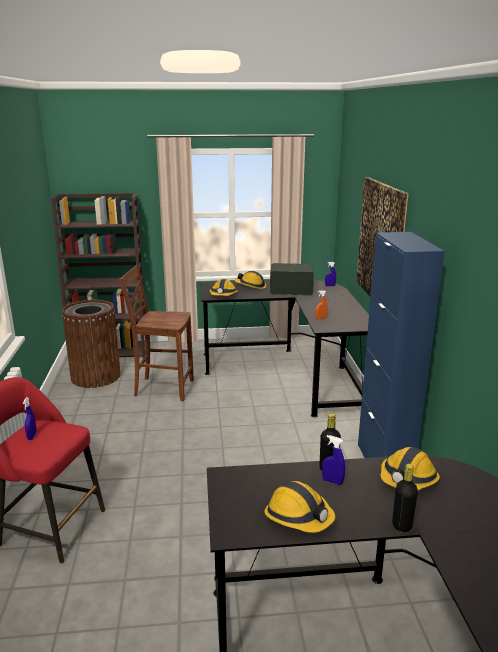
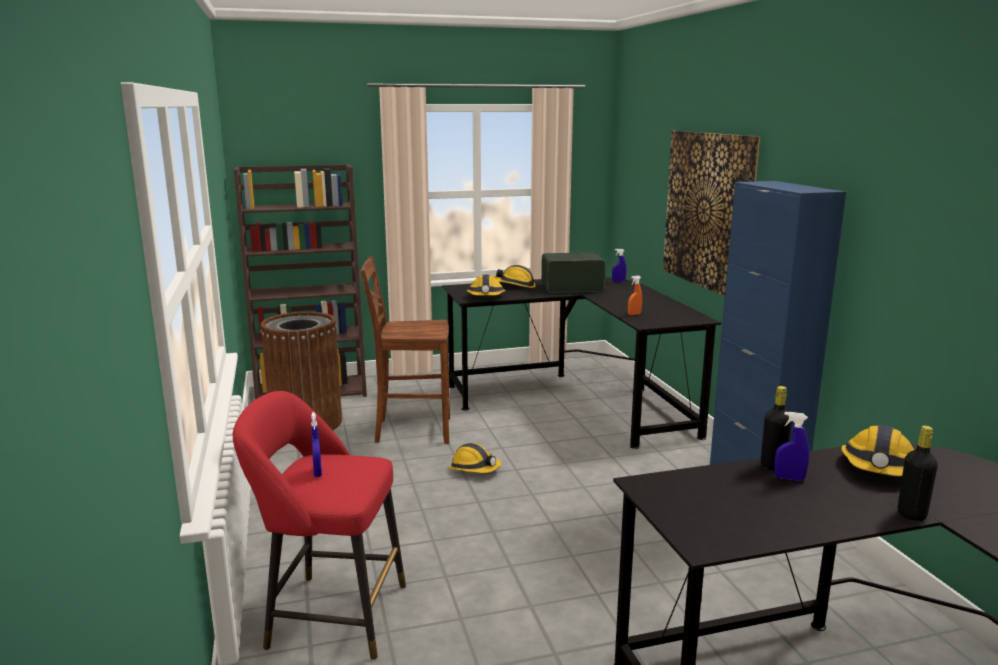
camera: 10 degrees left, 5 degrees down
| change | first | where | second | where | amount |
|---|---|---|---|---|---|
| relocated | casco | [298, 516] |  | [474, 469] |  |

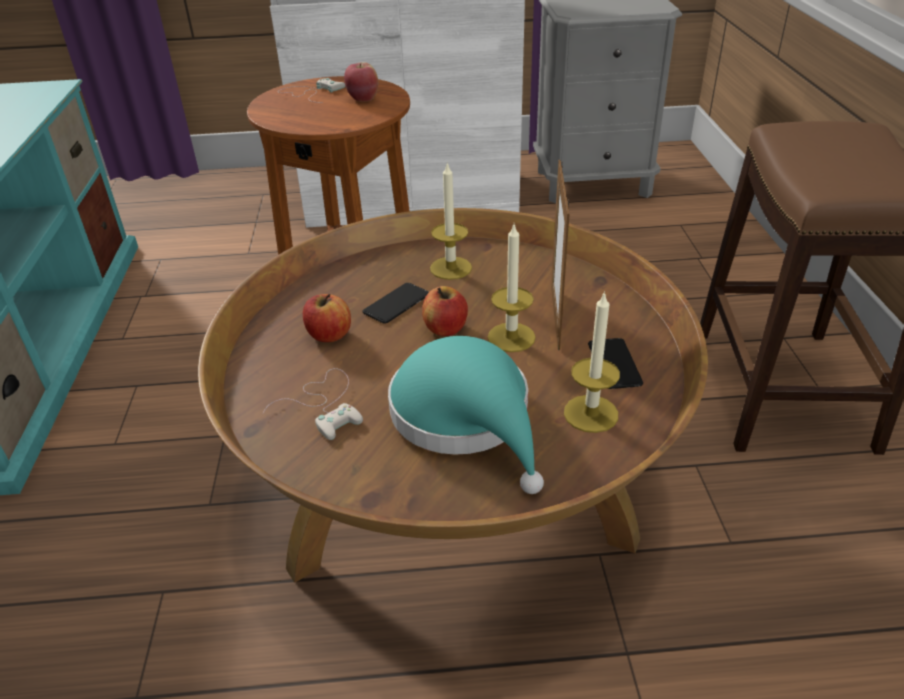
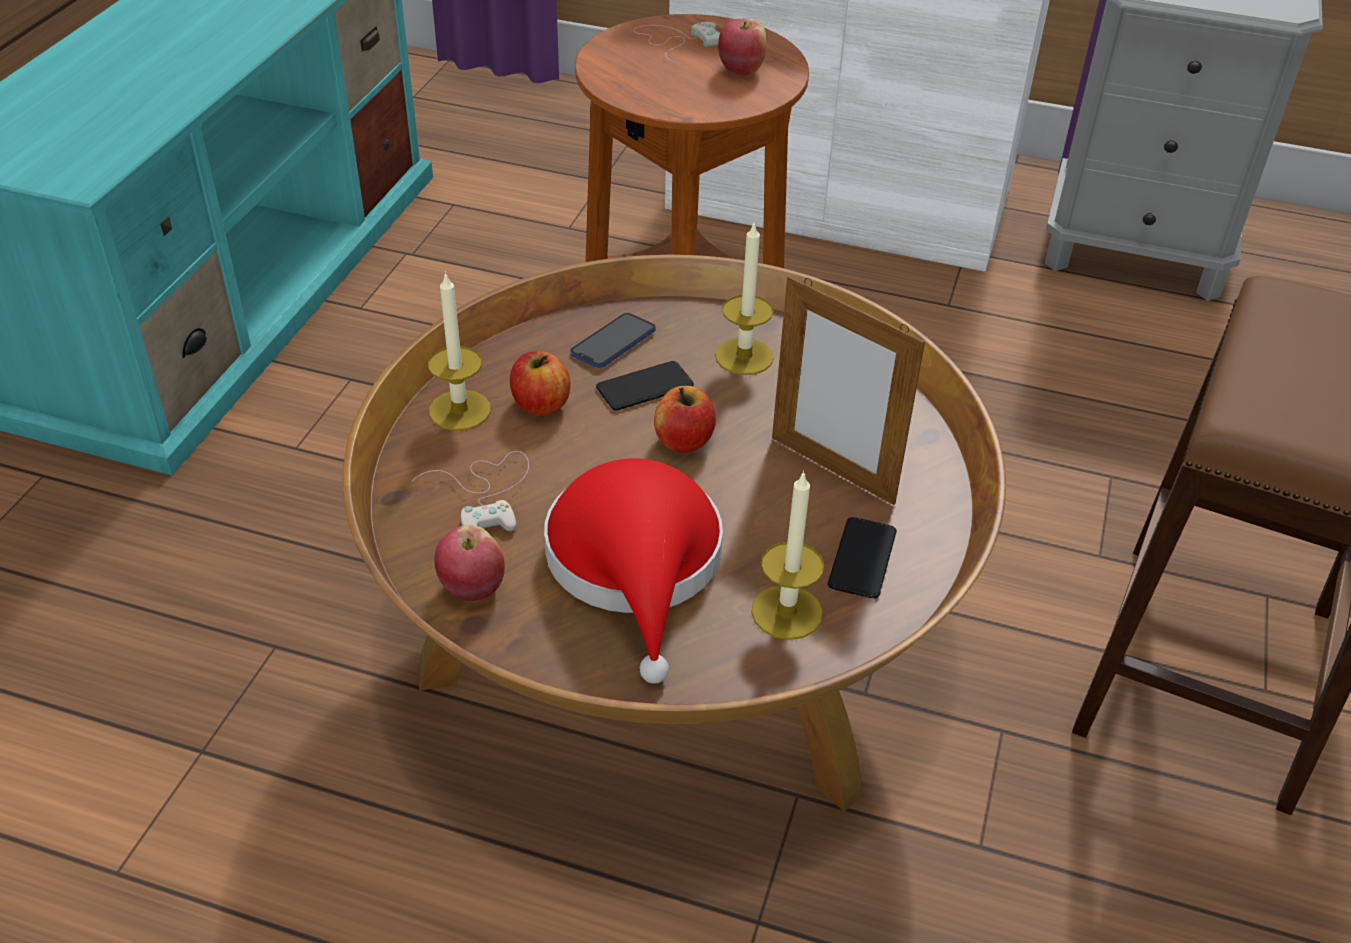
camera: 20 degrees right, 5 degrees up
| change | first | where | second | where | amount |
|---|---|---|---|---|---|
| relocated | vela | [511, 337] |  | [460, 410] |  |
| appeared |  |  | manzana | [472, 588] |  |
| colour | sombrero/turquesa | [467, 417] | sombrero/rojo | [636, 565] |  |
| appeared |  |  | móvil | [613, 343] |  |
| spun | portarretratos | [555, 317] |  | [832, 470] | 75 degrees counterclockwise |

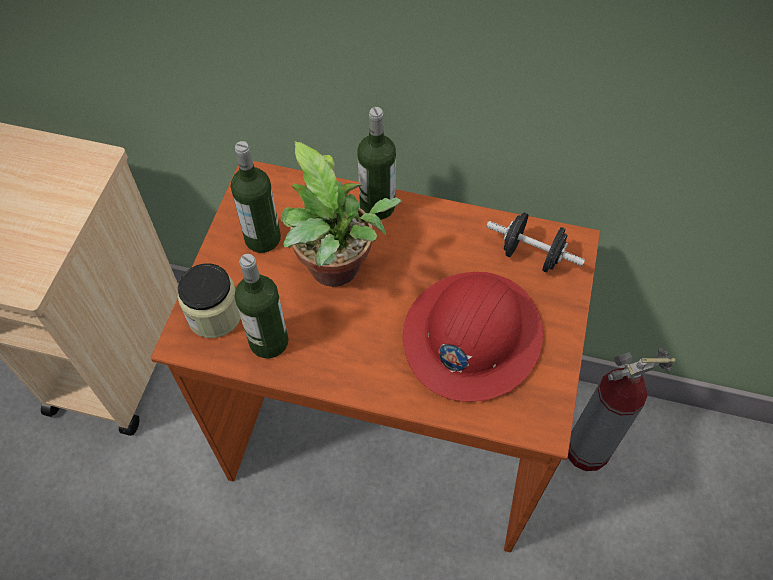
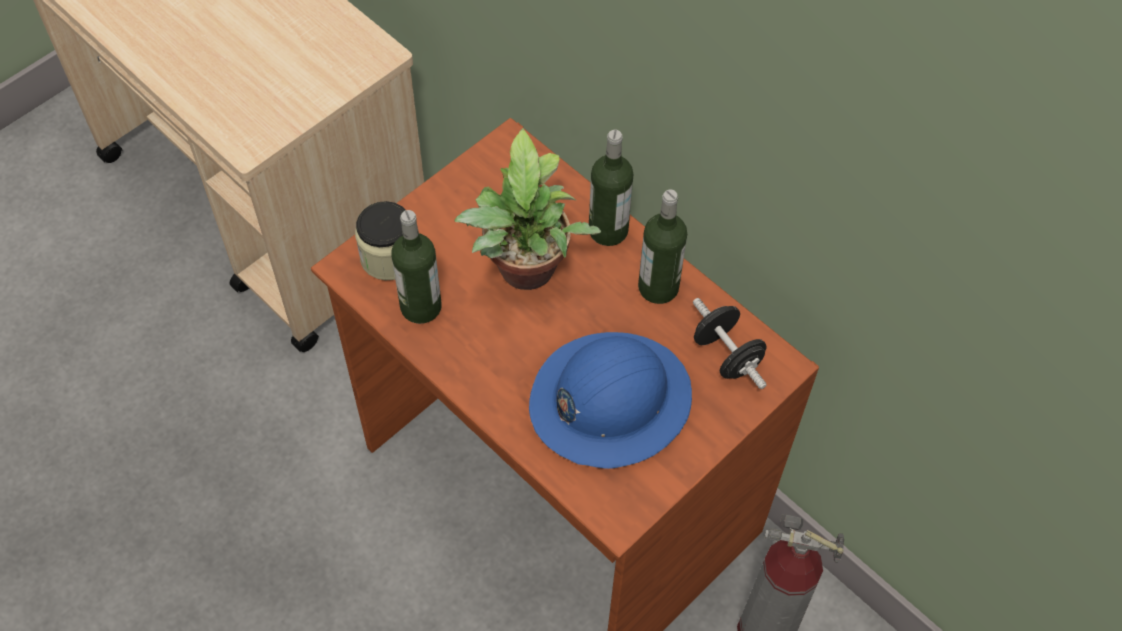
camera: 30 degrees right, 0 degrees up
| change | first | where | second | where | amount |
|---|---|---|---|---|---|
| colour | casco/rojo | [471, 336] | casco/azul | [609, 400] |  |
| relocated | botella | [262, 238] |  | [658, 287] |  |

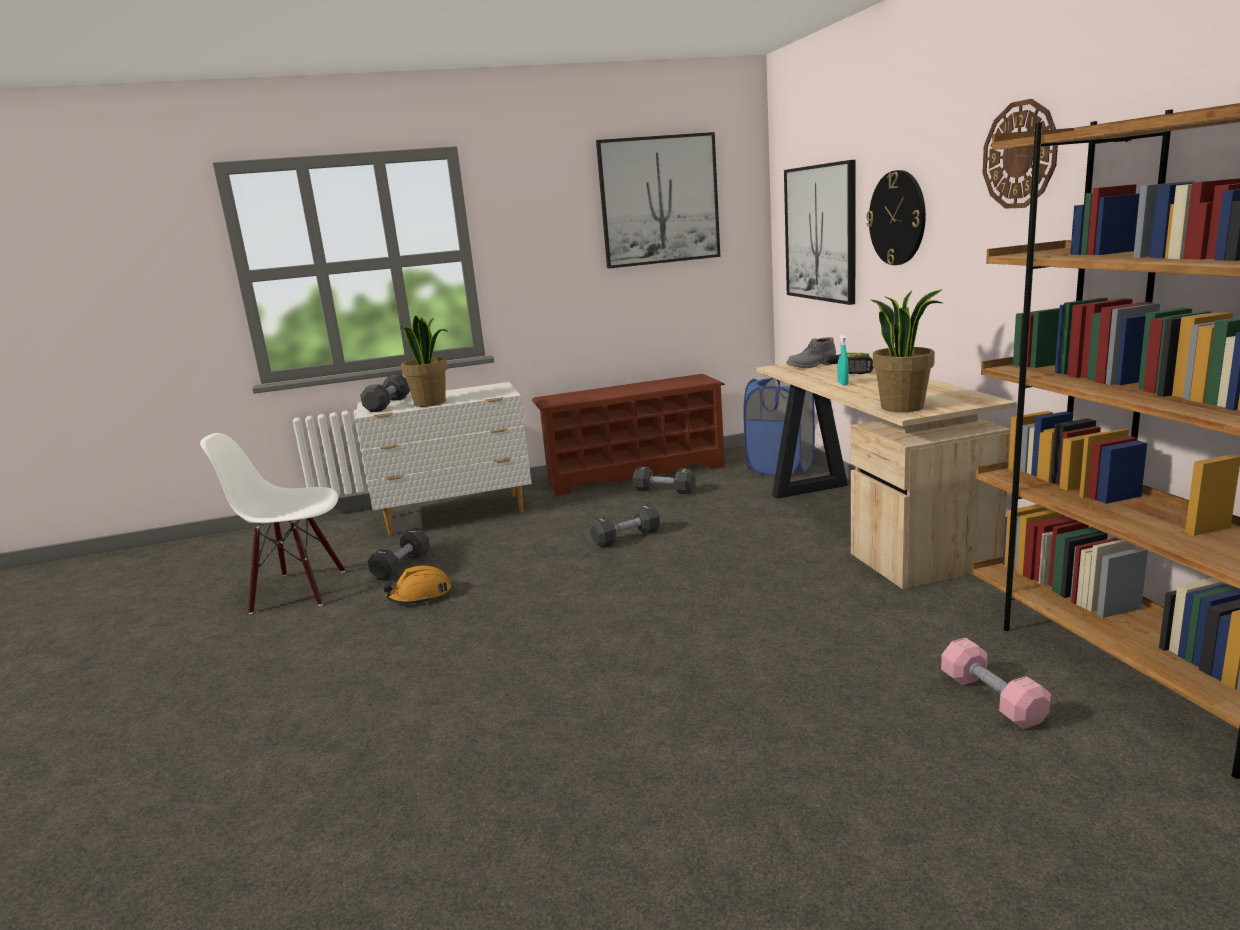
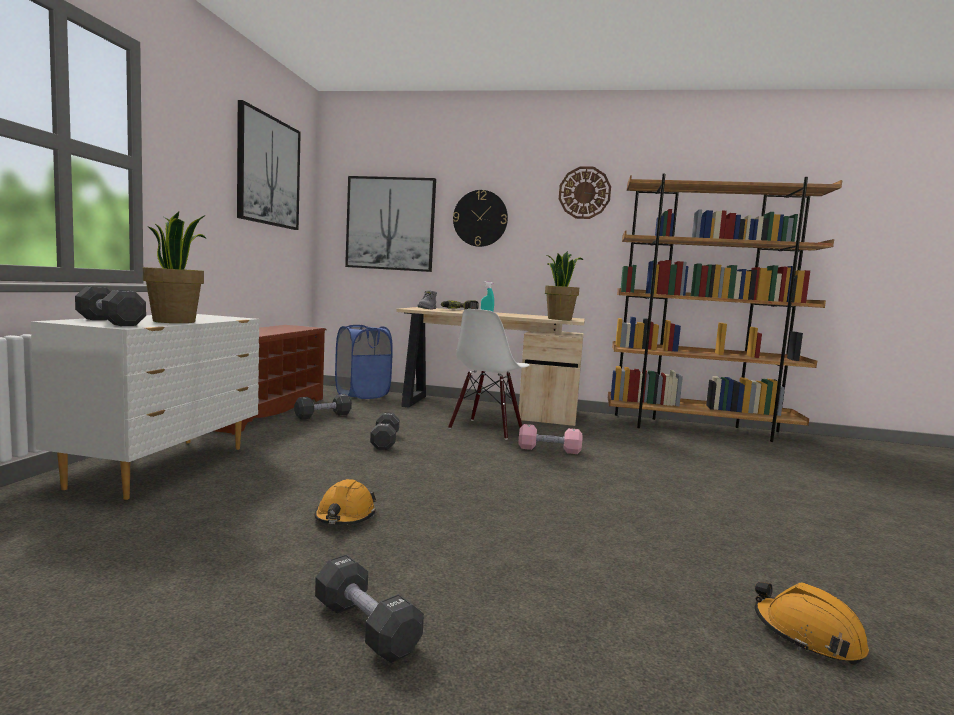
camera: 65 degrees left, 10 degrees down
| change | first | where | second | where | amount |
|---|---|---|---|---|---|
| relocated | mancuerna/negro | [402, 566] |  | [365, 627] |  |
| relocated | silla/blanco | [299, 590] |  | [486, 429] |  |
| relocated | mancuerna/rosa | [992, 699] |  | [549, 450] |  |
| appeared |  |  | casco/naranja | [807, 636] |  |

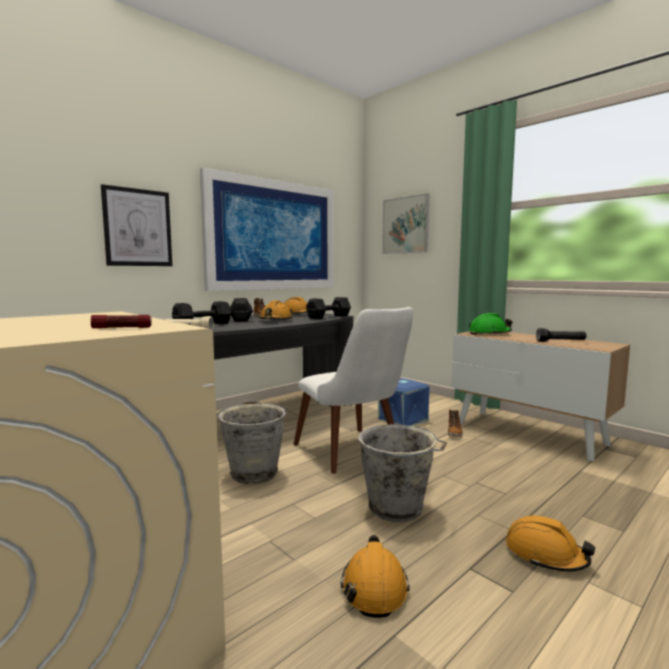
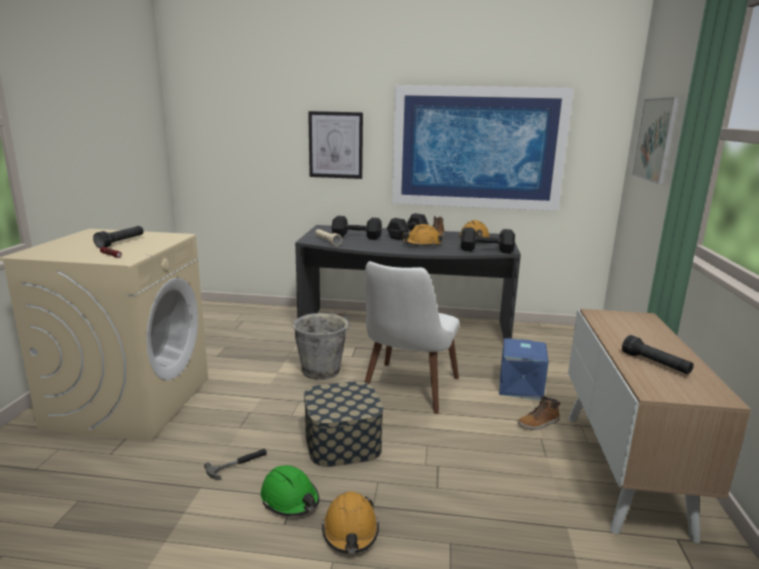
camera: 50 degrees right, 10 degrees up
| change | first | where | second | where | amount |
|---|---|---|---|---|---|
| appeared |  |  | linterna/negro | [121, 242] |  |
| exchanged | casco/naranja | [374, 587] | martillo | [238, 465] |  |
| relocated | casco/verde | [489, 333] |  | [290, 499] |  |
| exchanged | cubo/gris | [398, 508] | caja de almacenaje | [342, 442] |  |

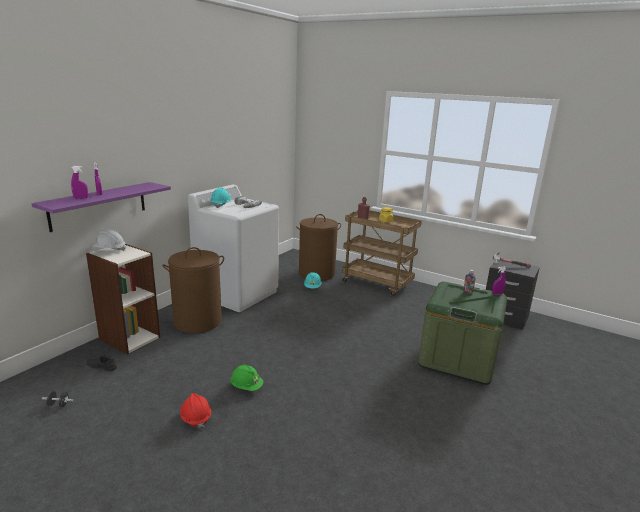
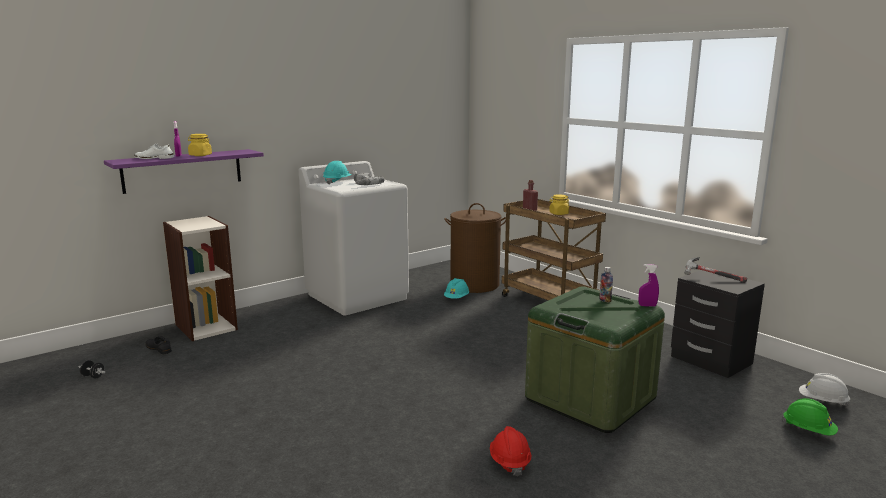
camera: 20 degrees right, 5 degrees down
| change | first | where | second | where | amount |
|---|---|---|---|---|---|
| exchanged | pulverizador/morado | [81, 198] | zapato/blanco | [154, 158] |  |
| appeared |  |  | tarro/amarillo | [200, 155] |  |
| relocated | casco/rojo | [195, 418] |  | [509, 462] |  |
| relocated | casco/verde | [246, 387] |  | [808, 431] |  |
| relocated | casco/blanco | [109, 250] |  | [822, 402] |  |
| missing | cesto de la ropa/marrón | [198, 321] |  |  |  |

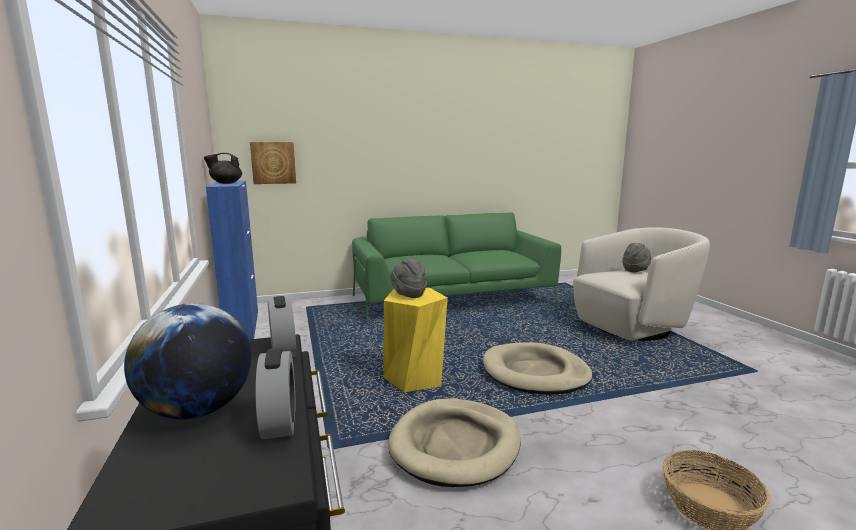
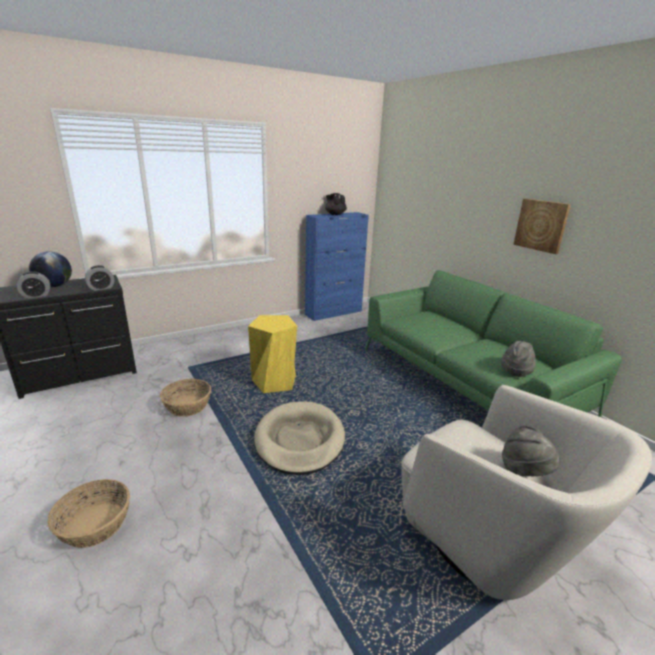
camera: 75 degrees right, 10 degrees up
| change | first | where | second | where | amount |
|---|---|---|---|---|---|
| exchanged | cama para perro/beis | [455, 445] | cesta | [188, 406] |  |
| relocated | sombrero/gris | [408, 294] |  | [516, 371] |  |
| relocated | cuadro | [273, 163] |  | [541, 225] |  |

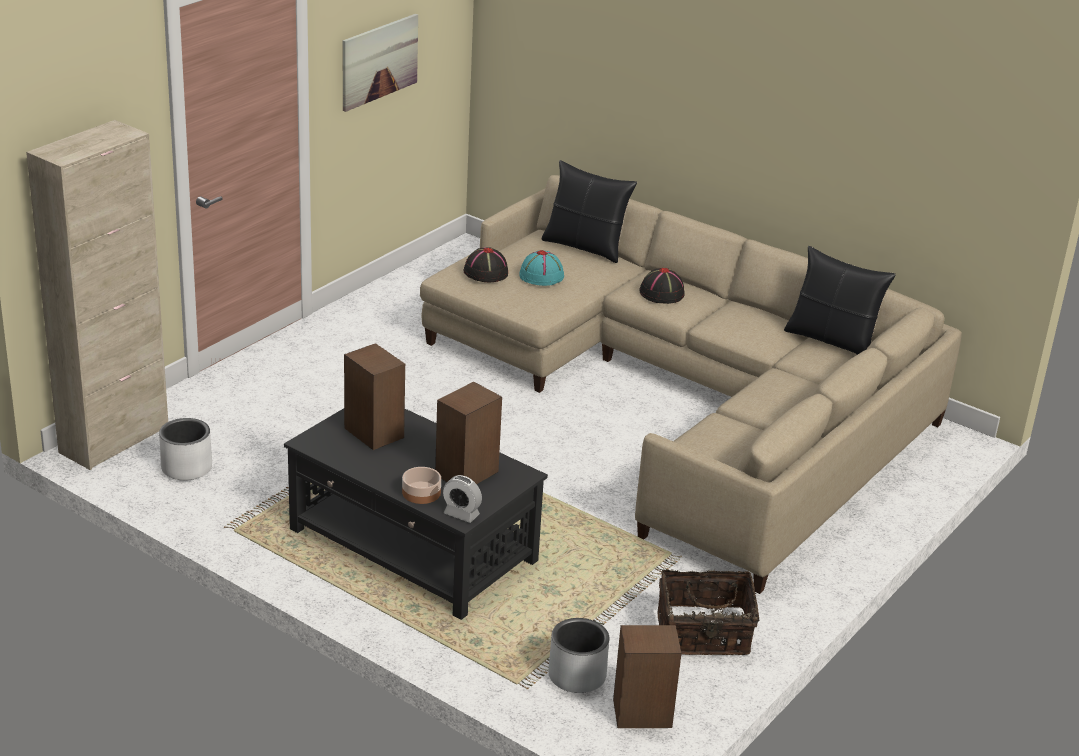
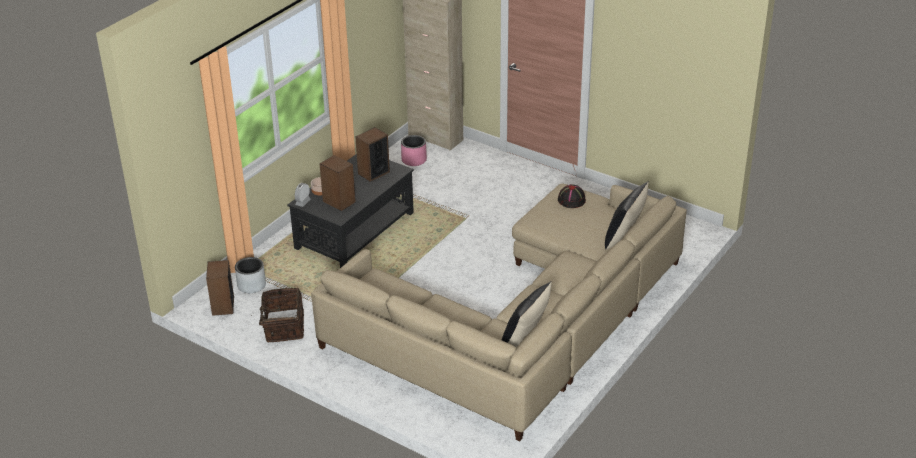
camera: 90 degrees right, 5 degrees up
| change | first | where | second | where | amount |
|---|---|---|---|---|---|
| colour | maceta/blanco | [186, 468] | maceta/rosa | [414, 160] |  |
| missing | cuadro | [379, 61] |  |  |  |
| missing | sombrero/turquesa | [542, 276] |  |  |  |
| missing | sombrero/negro | [662, 293] |  |  |  |

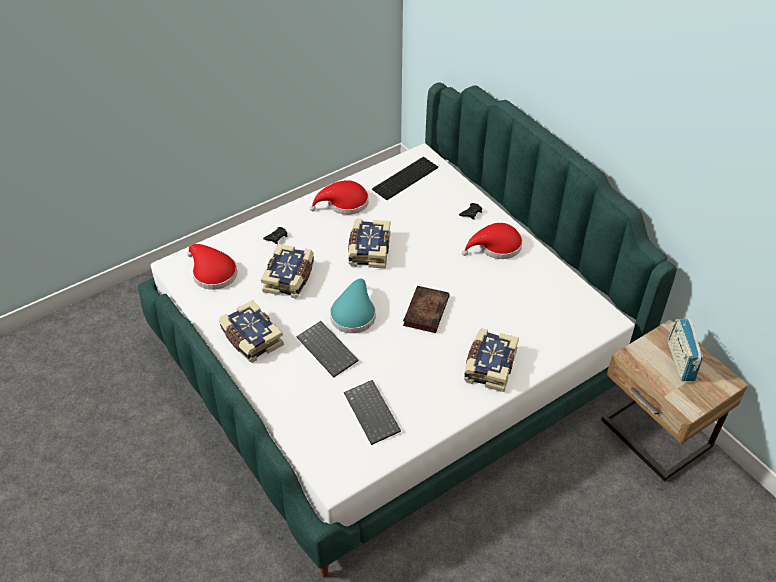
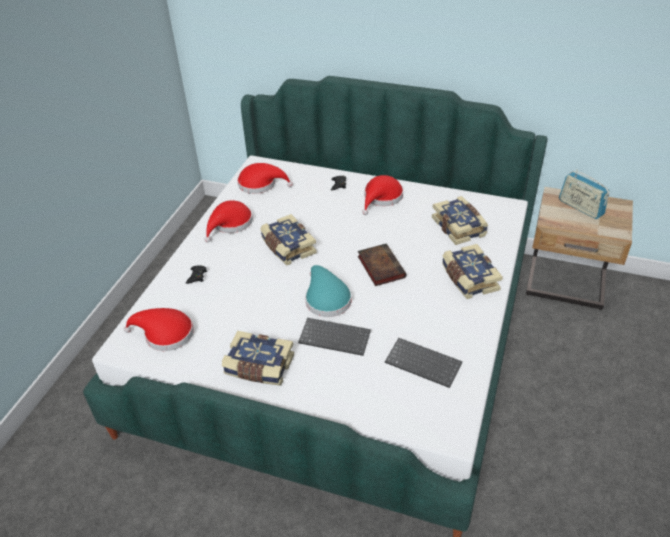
camera: 35 degrees left, 5 degrees down
| change | first | where | second | where | amount |
|---|---|---|---|---|---|
| exchanged | teclado | [405, 177] | sombrero/rojo | [260, 184] |  |
| relocated | libro | [290, 278] |  | [459, 227] |  |

